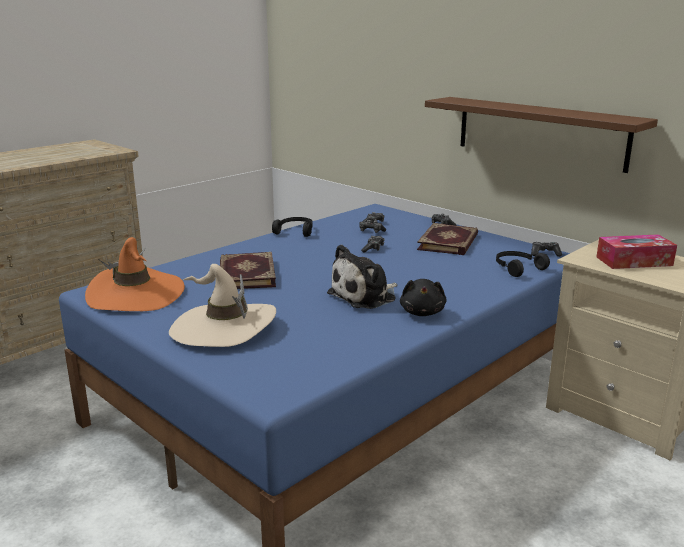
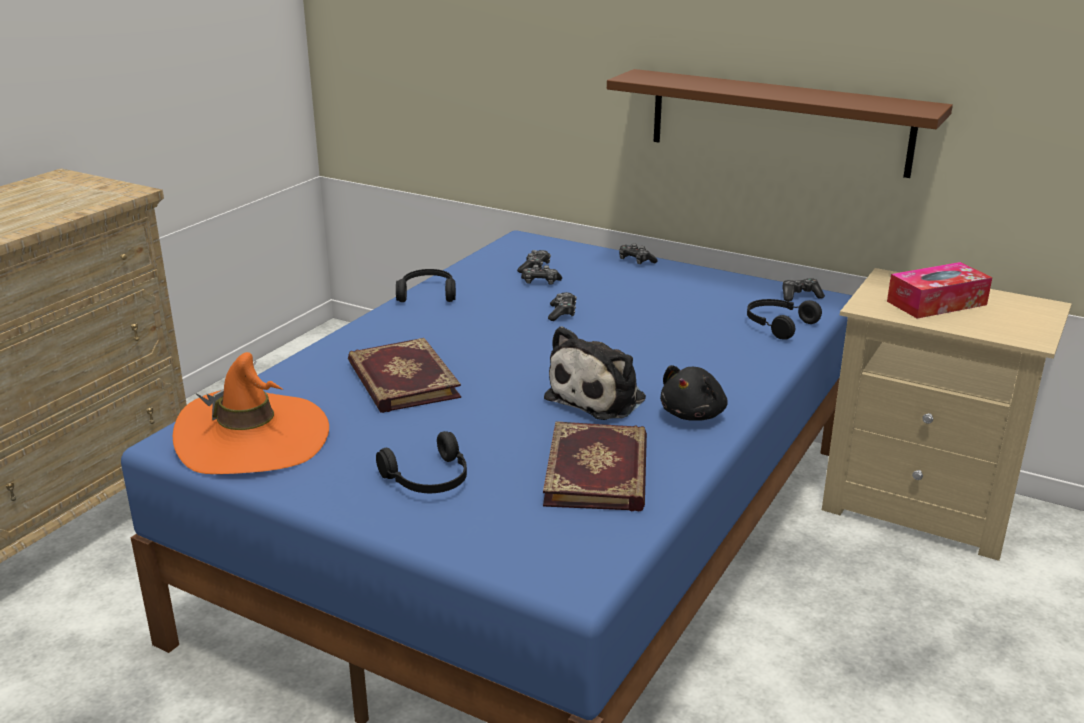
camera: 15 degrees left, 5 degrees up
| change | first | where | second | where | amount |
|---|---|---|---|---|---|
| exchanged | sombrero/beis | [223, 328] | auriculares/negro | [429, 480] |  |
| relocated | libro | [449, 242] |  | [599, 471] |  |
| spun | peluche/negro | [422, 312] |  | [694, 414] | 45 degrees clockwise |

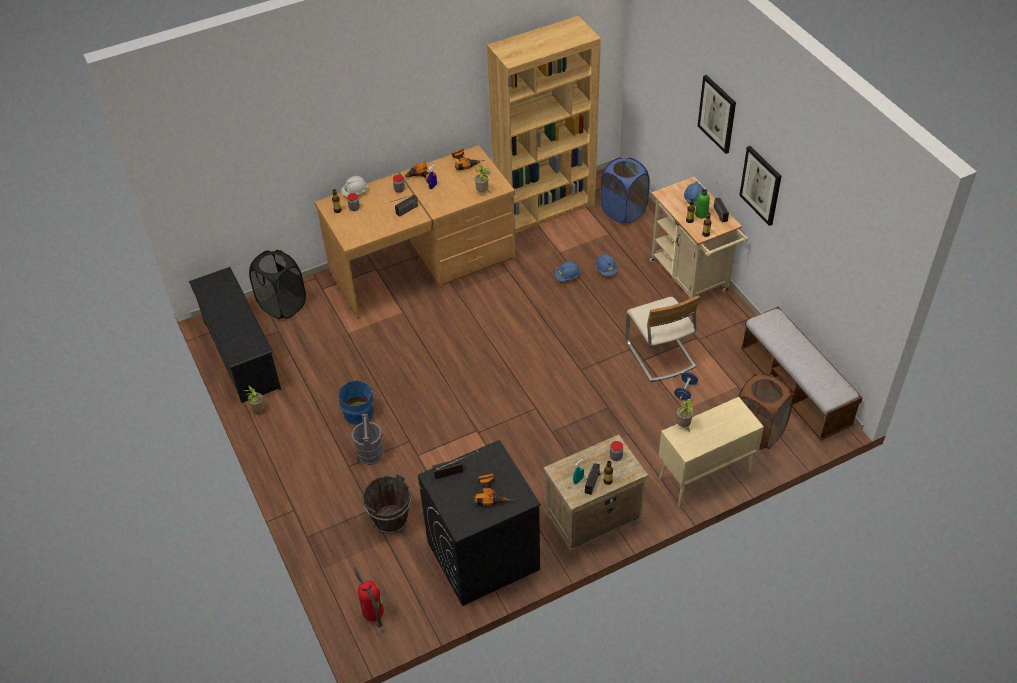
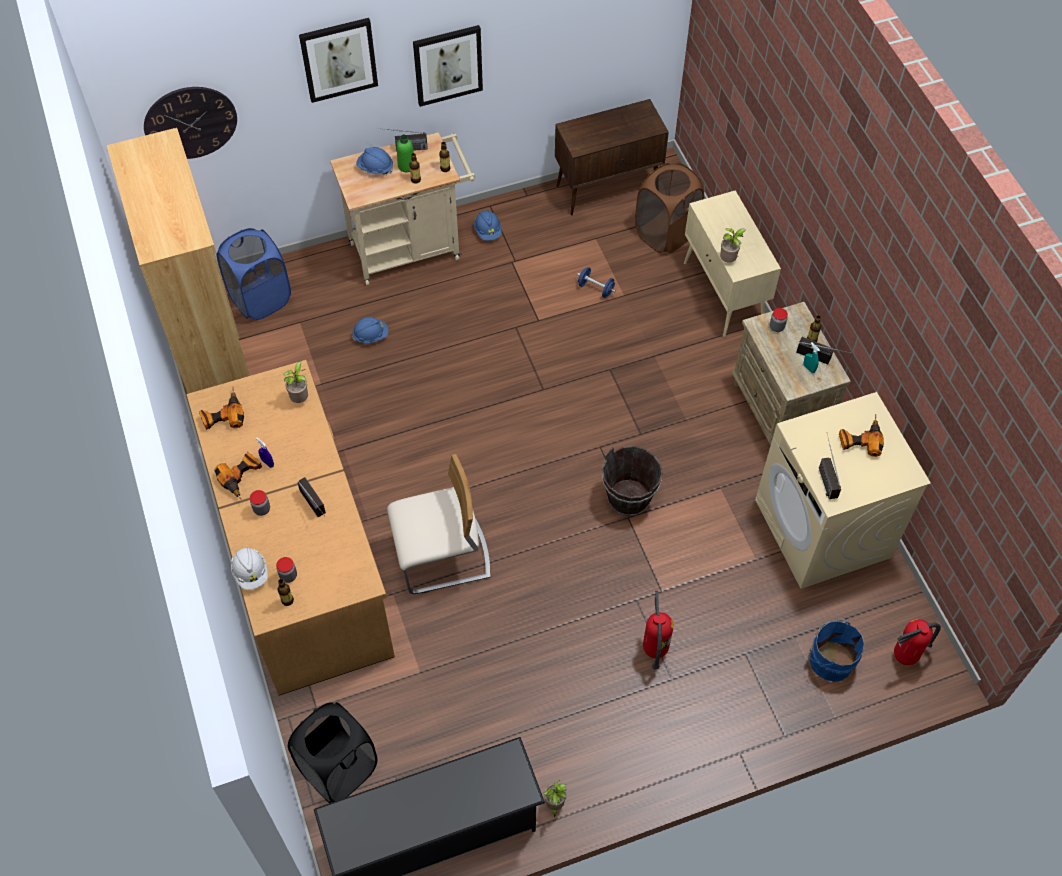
camera: 85 degrees left, 10 degrees up
| change | first | where | second | where | amount |
|---|---|---|---|---|---|
| appeared |  |  | reloj de pared | [190, 122] |  |
| relocated | silla/beis | [659, 355] |  | [443, 557] |  |
| relocated | casco/azul | [567, 277] |  | [488, 231] |  |
| exchanged | banco | [794, 389] | armario/marrón | [608, 188] |  |
| relocated | cubo/marrón | [390, 519] |  | [628, 498] |  |
| exchanged | cubo/gris | [370, 454] | extintor | [654, 650] |  |
| colour | lavadora/negro | [482, 556] | lavadora/beis | [823, 529] |  |
| relocated | cubo/azul | [359, 412] |  | [829, 660] |  |

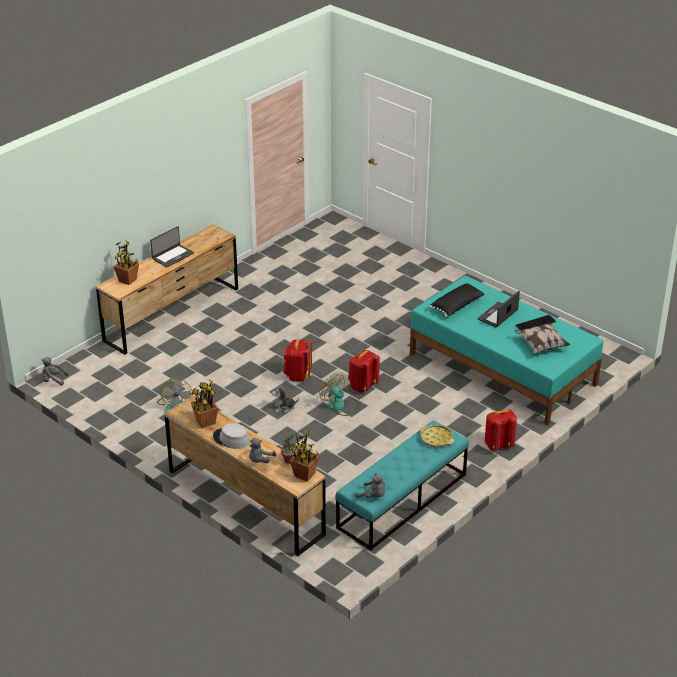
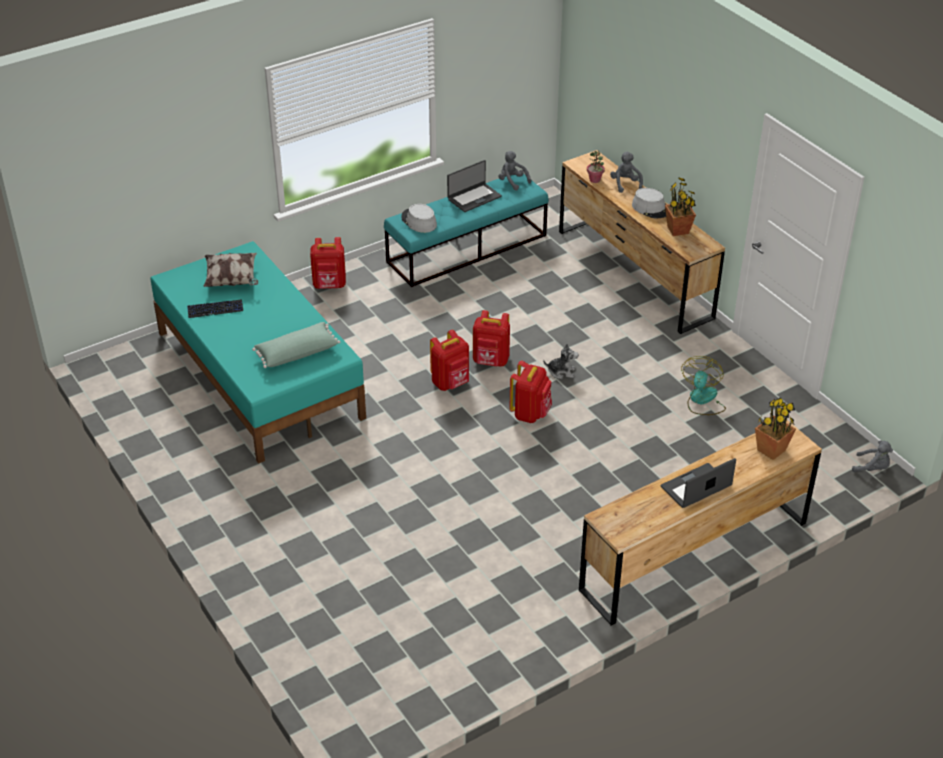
camera: 165 degrees left, 5 degrees up
| change | first | where | second | where | amount |
|---|---|---|---|---|---|
| colour | cojín/negro | [457, 306] | cojín/verde | [296, 352] |  |
| exchanged | bandeja/amarillo | [436, 439] | sombrero/gris | [418, 221] |  |
| relocated | portátil | [498, 315] |  | [474, 197] |  |
| exchanged | ventilador | [340, 406] | mochila/rojo | [491, 361] |  |
| spun | peluche/gris | [260, 460] |  | [625, 184] | 60 degrees counterclockwise |
| missing | planta en maceta | [305, 475] |  |  |  |

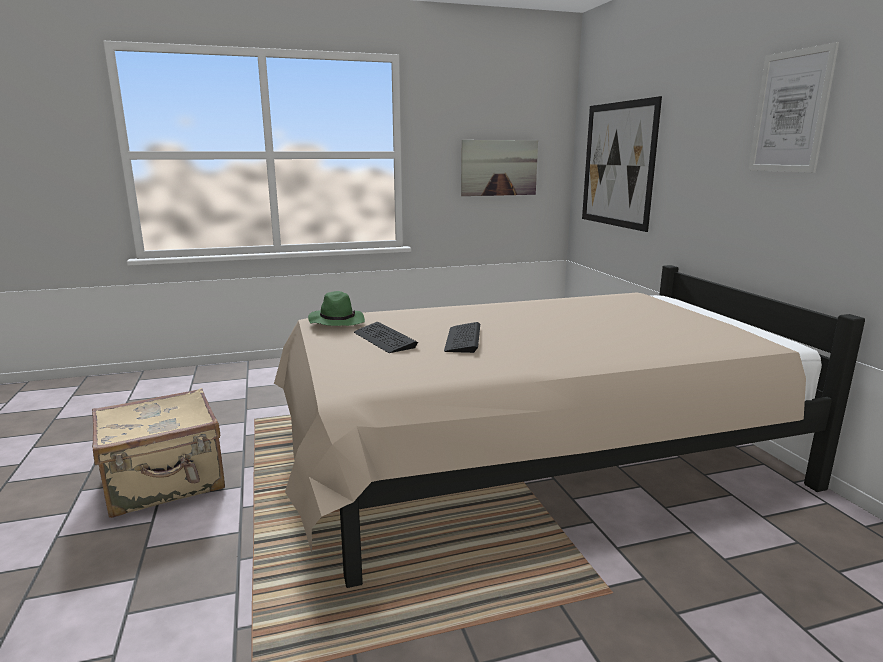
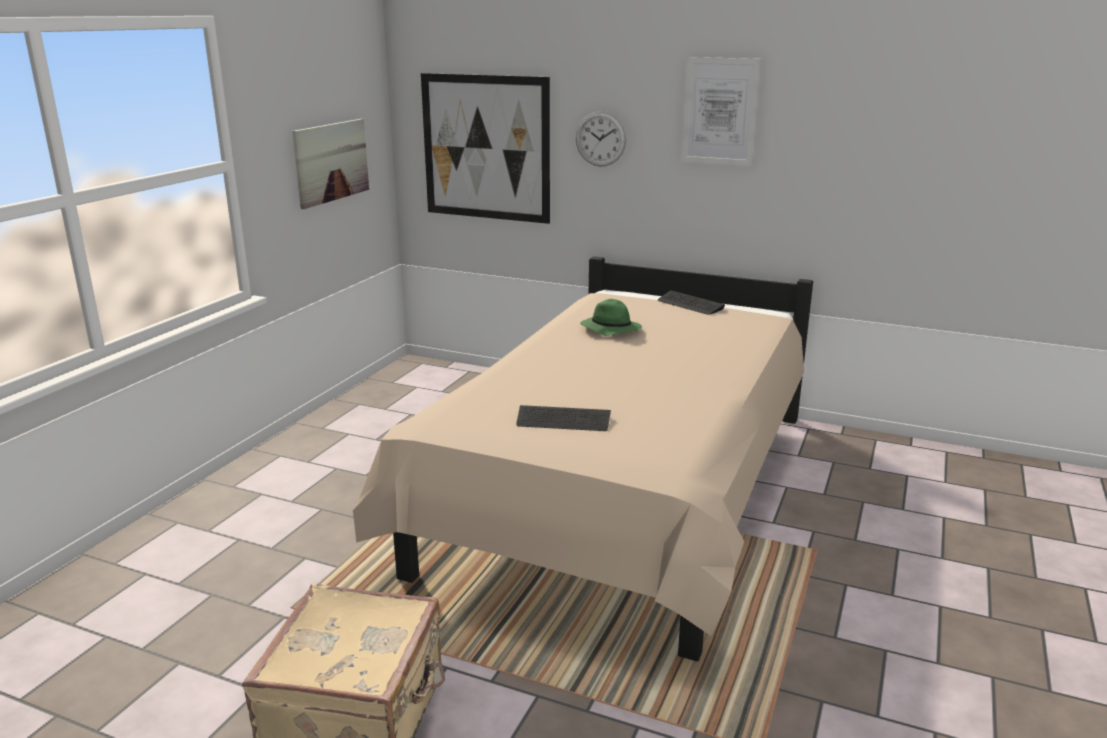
camera: 50 degrees left, 5 degrees up
| change | first | where | second | where | amount |
|---|---|---|---|---|---|
| appeared |  |  | reloj de pared | [600, 139] |  |
| relocated | sombrero/verde | [336, 322] |  | [610, 329] |  |
| relocated | teclado | [463, 339] |  | [690, 304] |  |

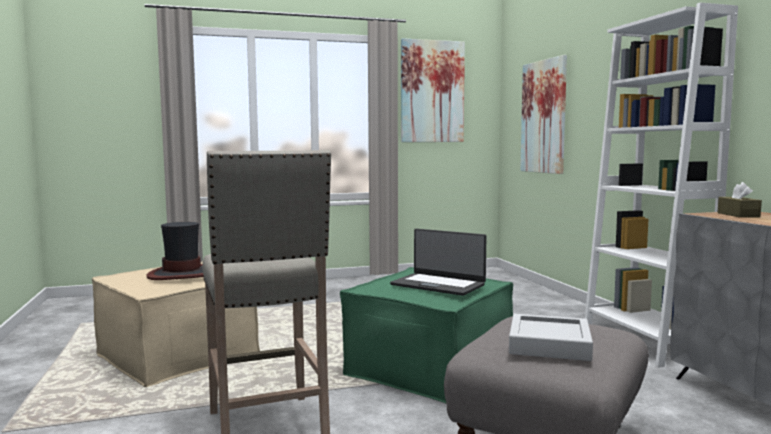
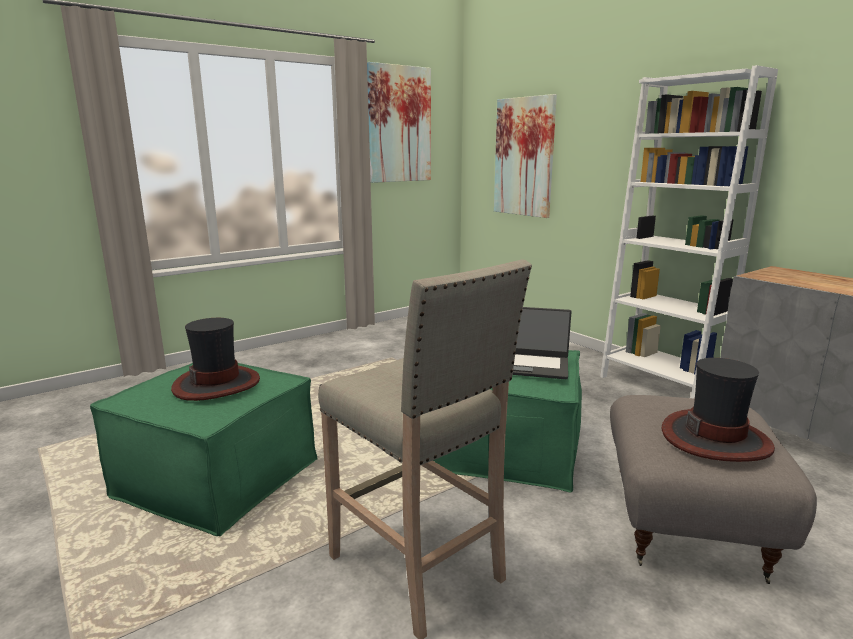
camera: 20 degrees left, 10 degrees up
| change | first | where | second | where | amount |
|---|---|---|---|---|---|
| colour | puf/beis | [179, 355] | puf/verde | [218, 477] |  |
| exchanged | bandeja/gris | [549, 344] | sombrero | [715, 438] |  |
| missing | caja de pañuelos/marrón | [738, 215] |  |  |  |

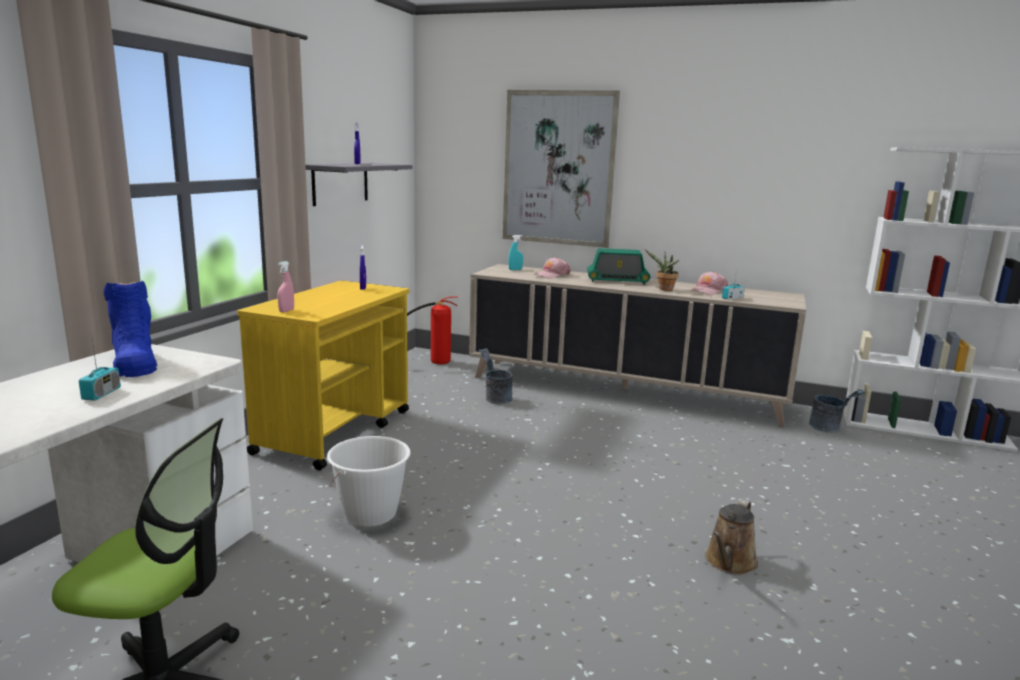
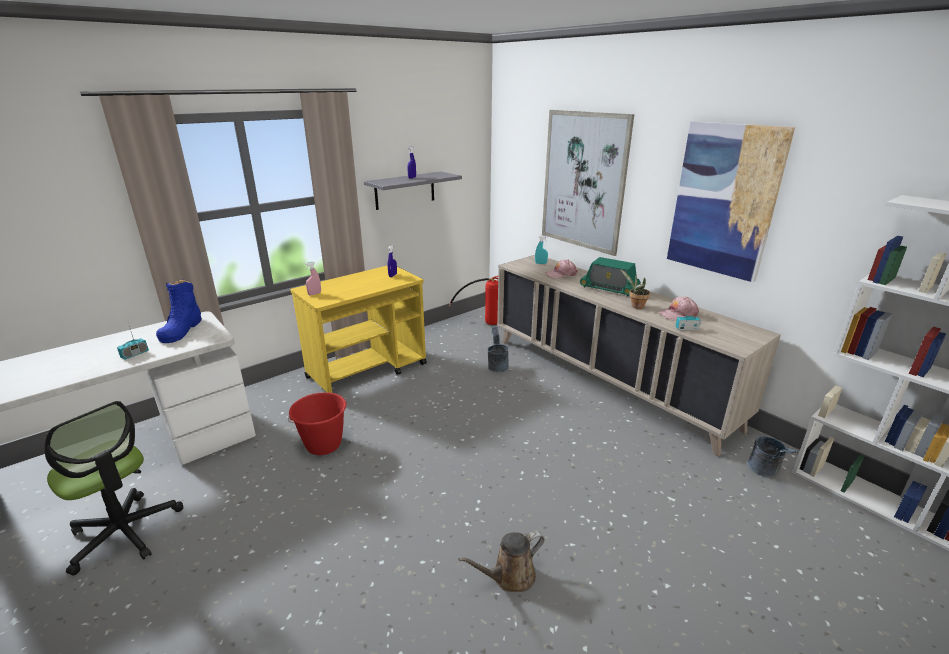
camera: 30 degrees right, 10 degrees up
| change | first | where | second | where | amount |
|---|---|---|---|---|---|
| colour | cubo/blanco | [370, 514] | cubo/rojo | [323, 445] |  |
| appeared |  |  | cuadro | [724, 200] |  |

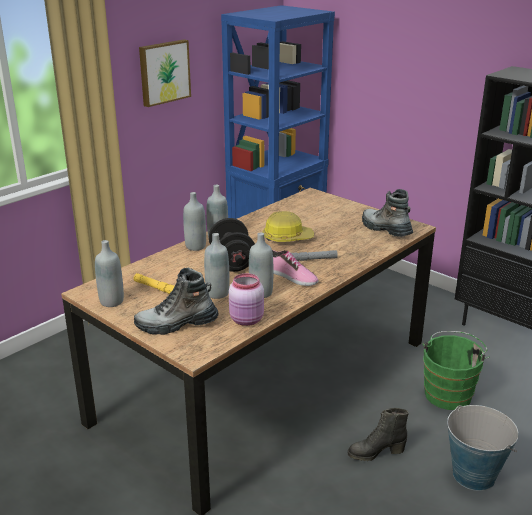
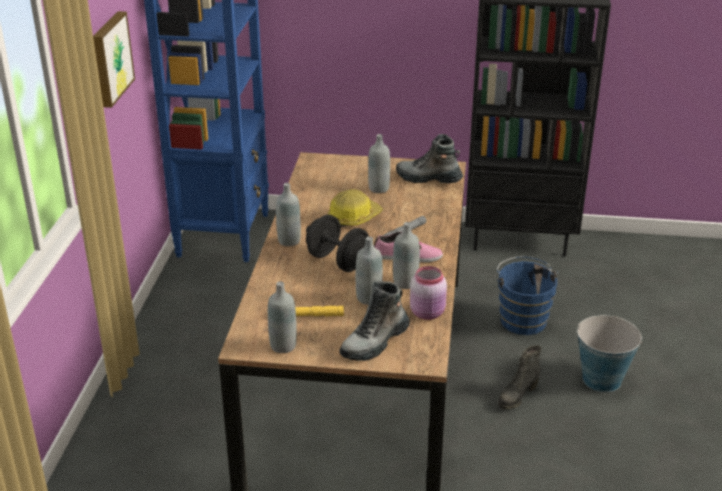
camera: 35 degrees left, 5 degrees up
| change | first | where | second | where | amount |
|---|---|---|---|---|---|
| relocated | botella/gris | [195, 246] |  | [378, 188] |  |
| colour | cubo/verde | [449, 393] | cubo/azul | [522, 319] |  |

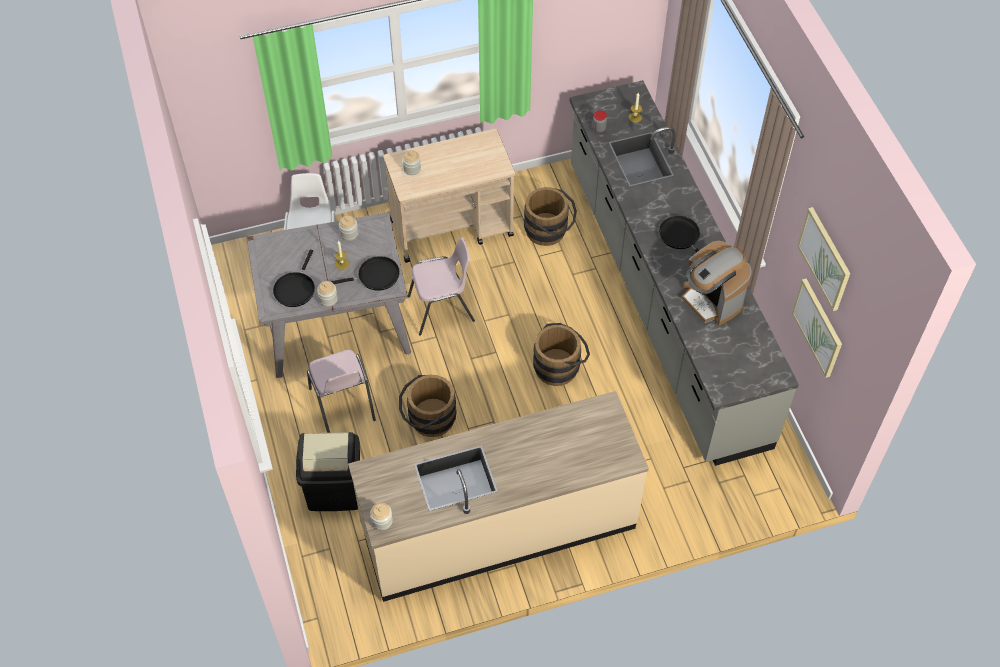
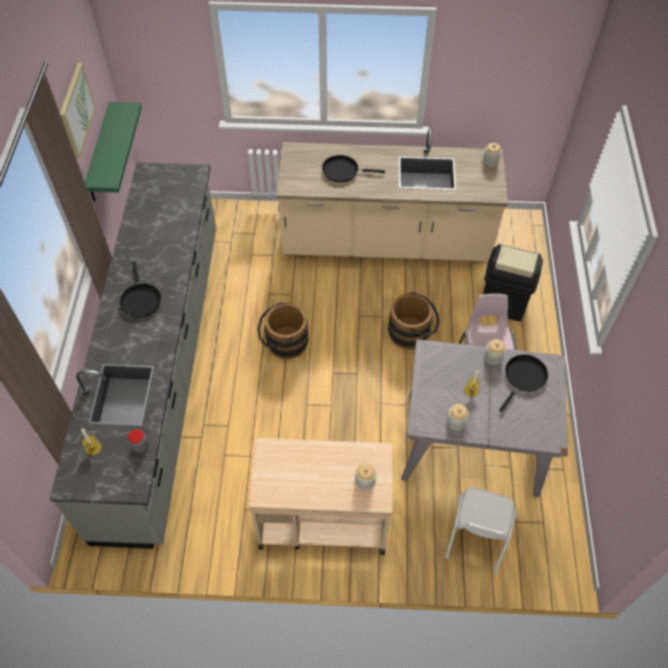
camera: 160 degrees left, 0 degrees up
| change | first | where | second | where | amount |
|---|---|---|---|---|---|
| exchanged | cuadro | [818, 327] | estante/verde | [100, 154] |  |
| relocated | sartén/negro | [375, 276] |  | [343, 171] |  |
| missing | silla/rosa | [442, 309] |  |  |  |
| missing | cubo/marrón | [549, 231] |  |  |  |
| missing | cafetera | [711, 300] |  |  |  |

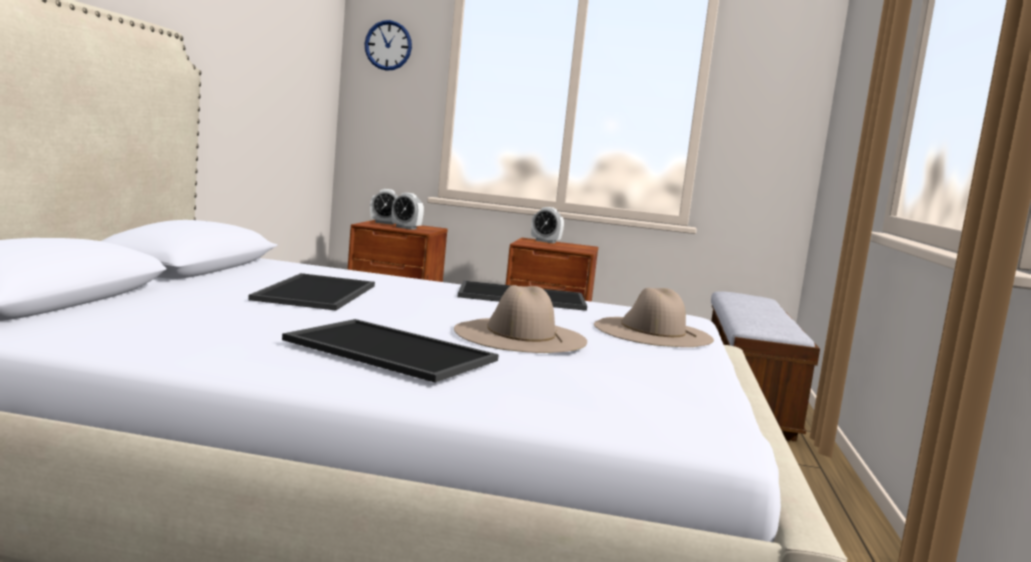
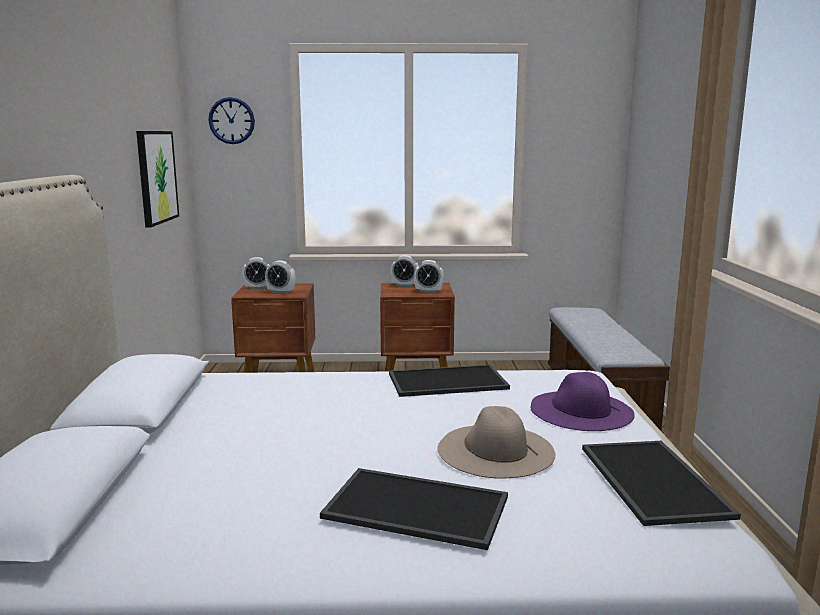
camera: 10 degrees left, 5 degrees up
| change | first | where | second | where | amount |
|---|---|---|---|---|---|
| appeared |  |  | cuadro | [156, 177] |  |
| appeared |  |  | despertador | [428, 291] |  |
| colour | sombrero/beis | [652, 332] | sombrero/morado | [580, 410] |  |
| relocated | bandeja | [318, 293] |  | [656, 481] |  |

